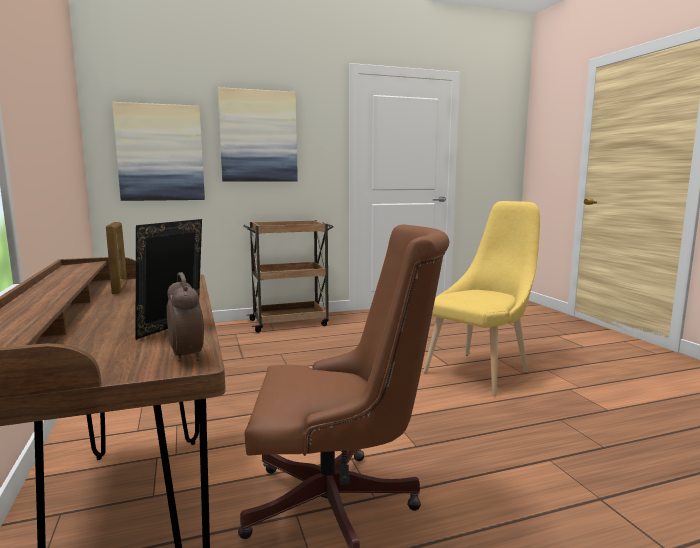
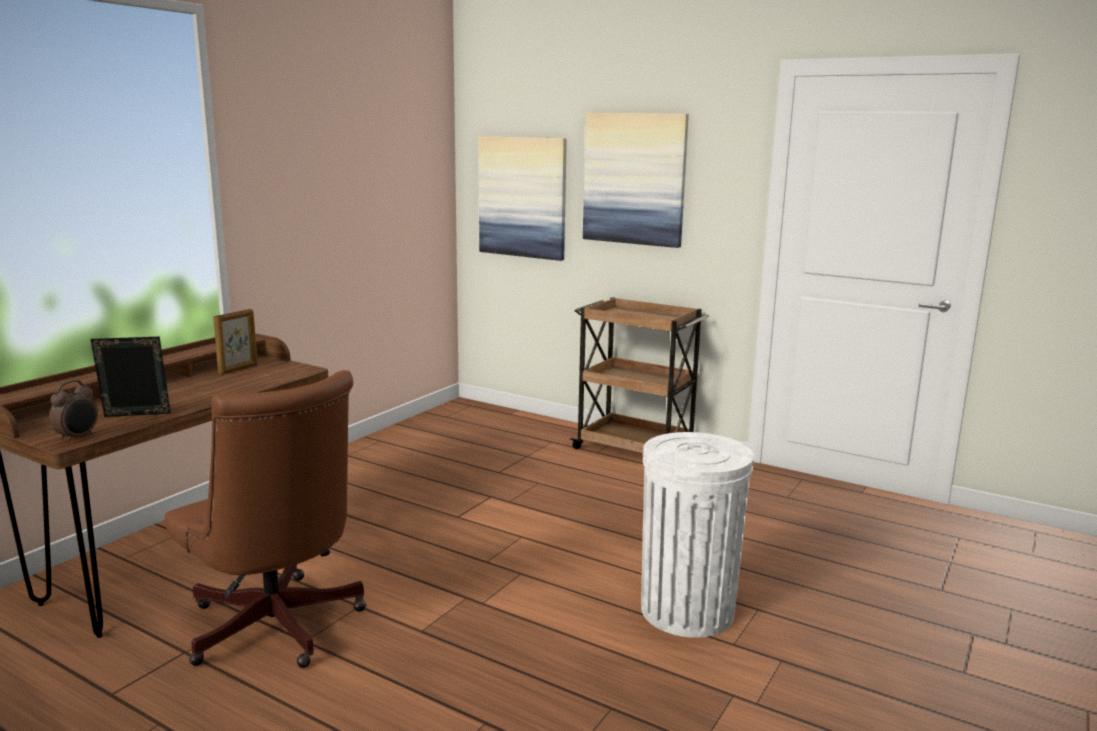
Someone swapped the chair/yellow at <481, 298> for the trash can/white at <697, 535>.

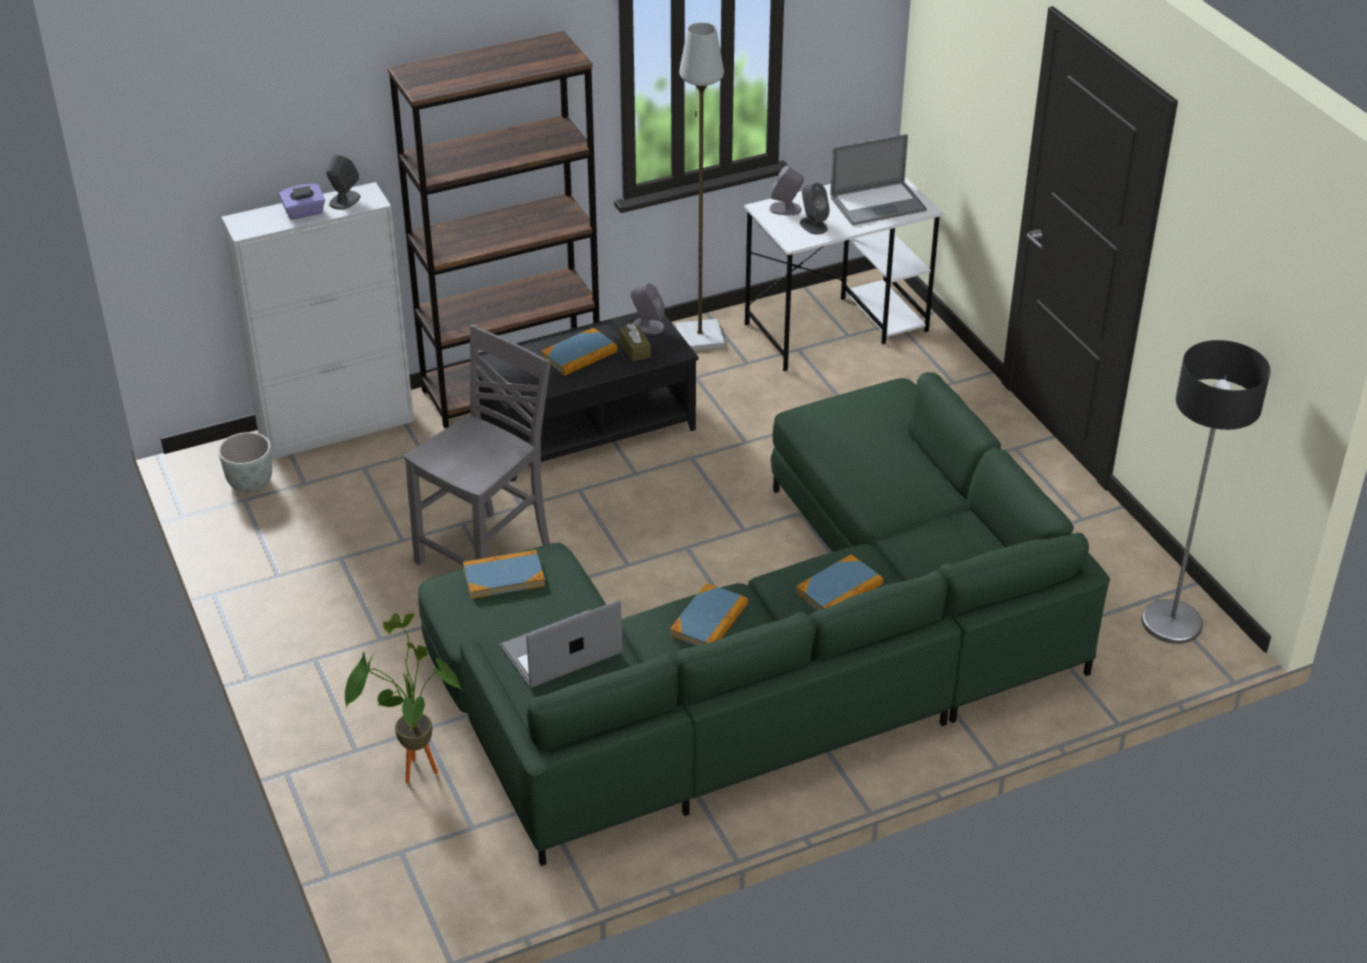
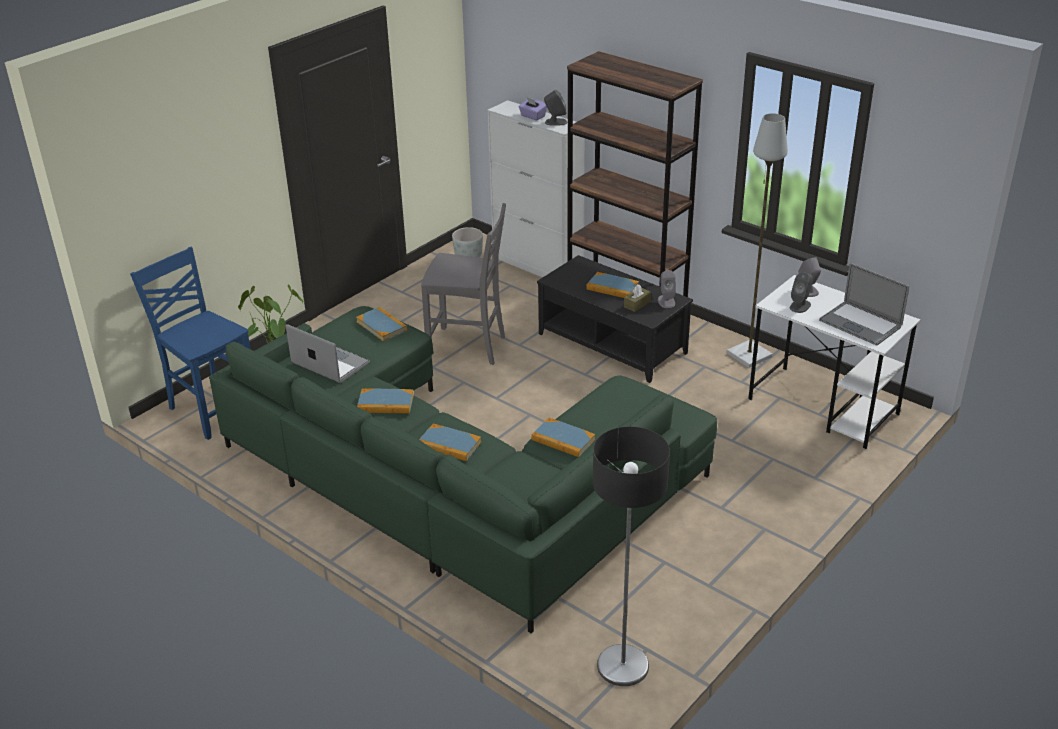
Someone put down the chair/blue at <190, 343>. Someone put down the book at <563, 437>.

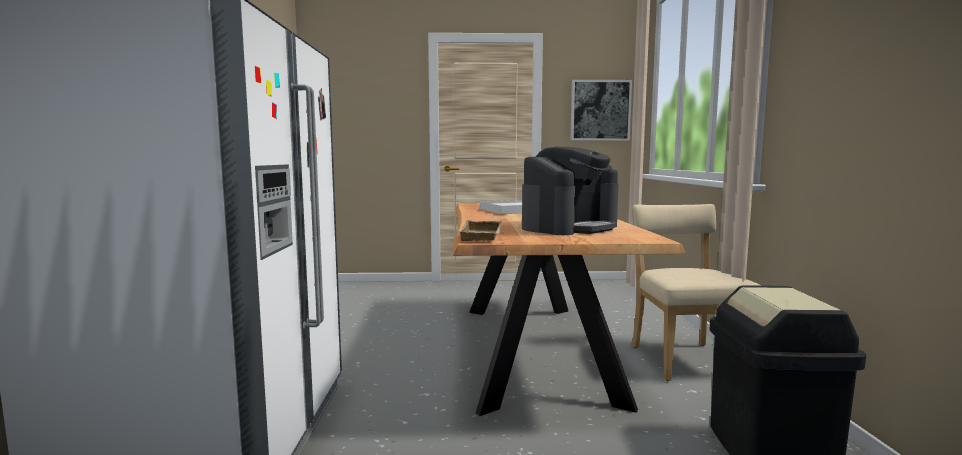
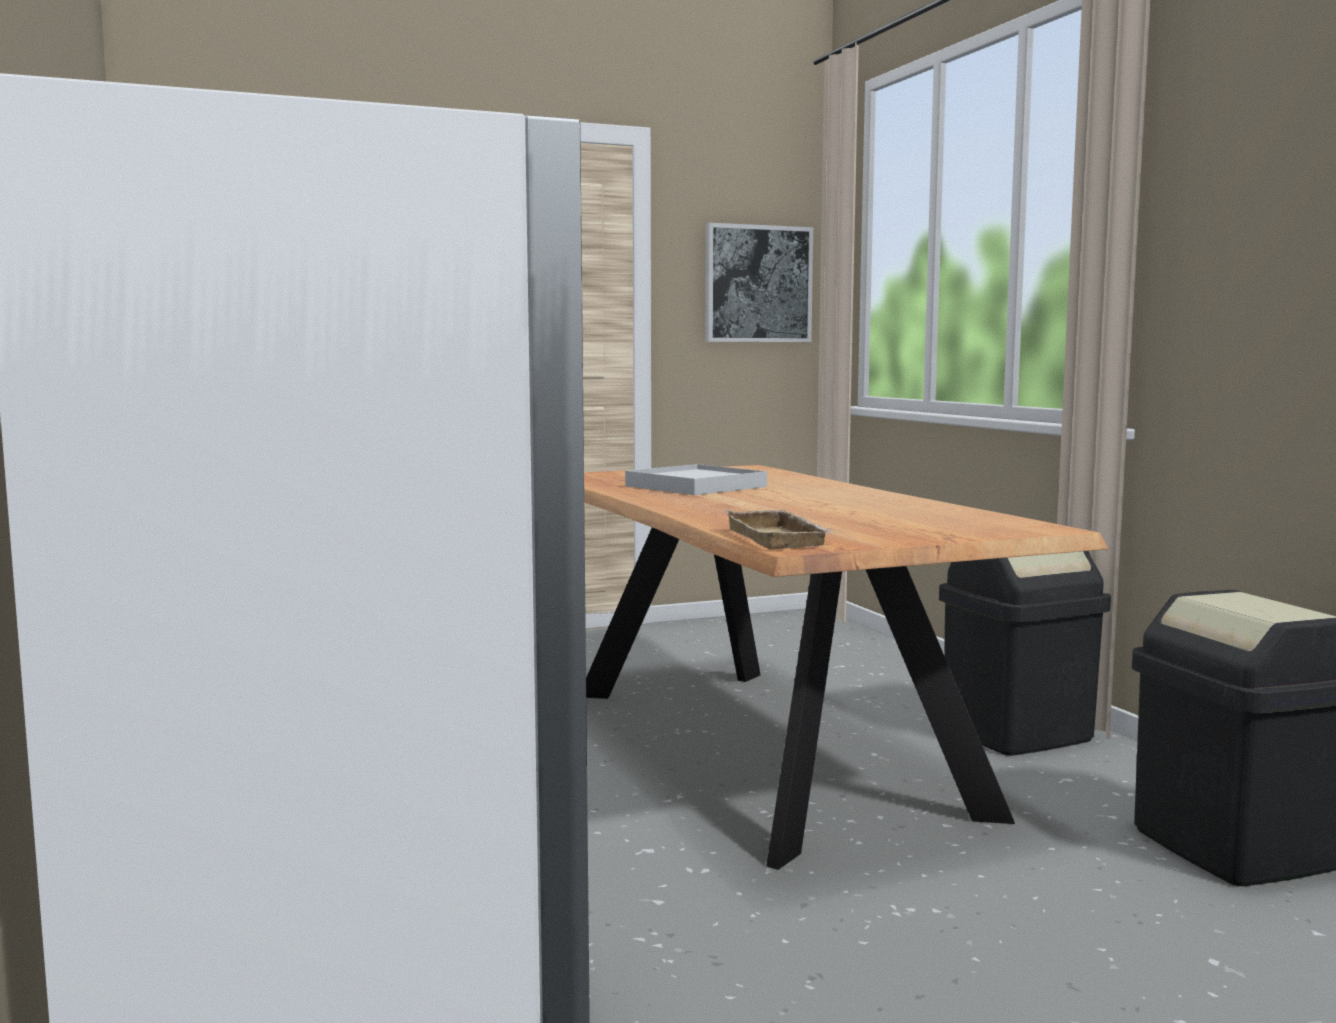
Someone took away the coffee machine at <570, 191>. Someone swapped the chair/beige at <696, 292> for the trash can/black at <1025, 653>.

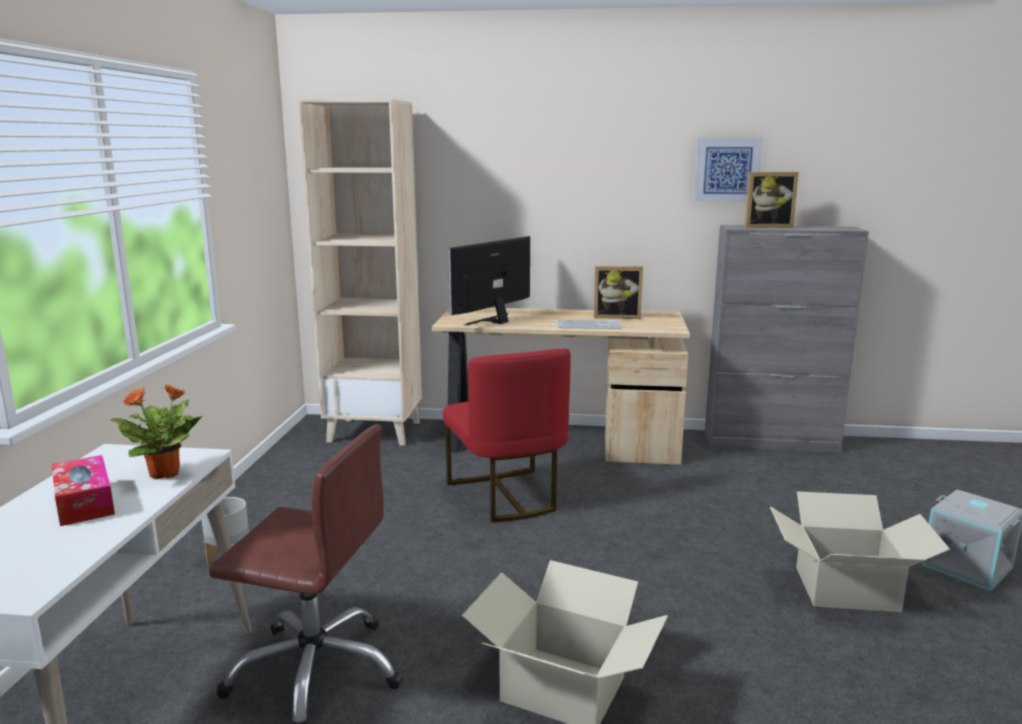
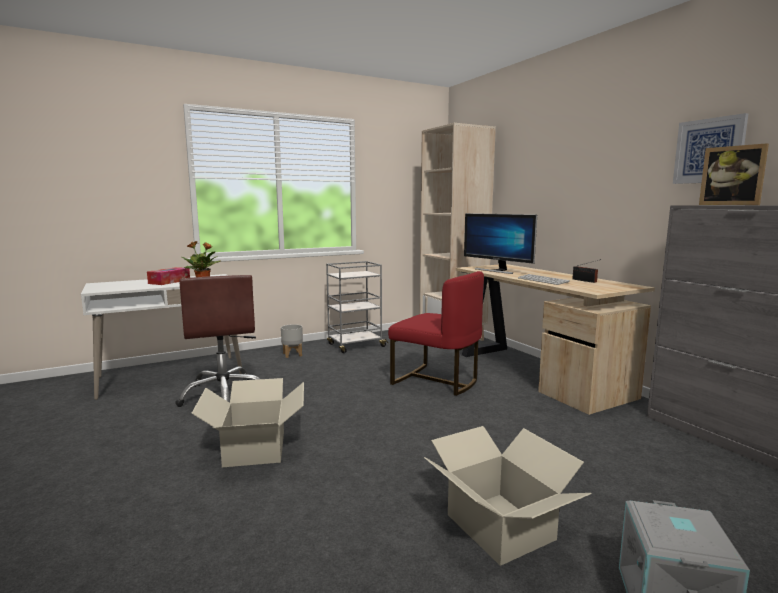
Someone rotated the chair/red at <507, 435> by 90 degrees counterclockwise. Someone rotated the monitor at <489, 280> by 135 degrees counterclockwise. Someone swapped the picture frame at <618, 292> for the radio at <586, 271>. Someone put down the cart/grey at <357, 307>.

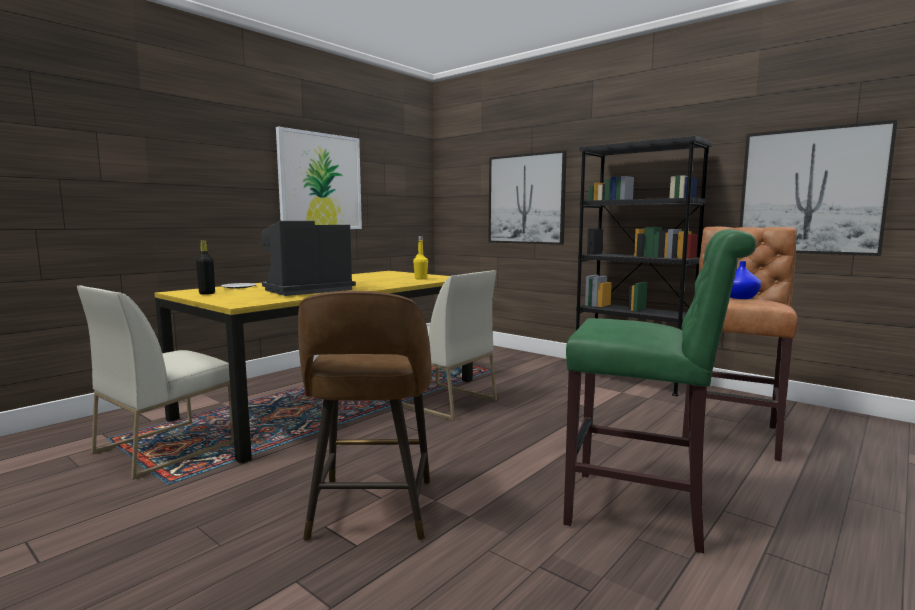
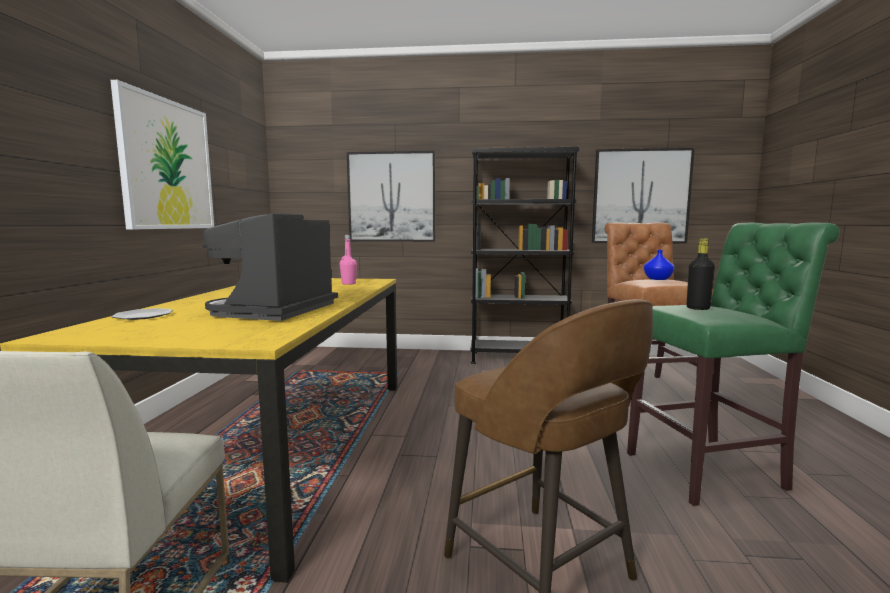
Someone carried the bottle/black from <205, 267> to <701, 274>. Someone took away the chair/white at <449, 345>. Someone repainted the bottle/yellow at <420, 257>, which became the bottle/pink at <348, 260>.

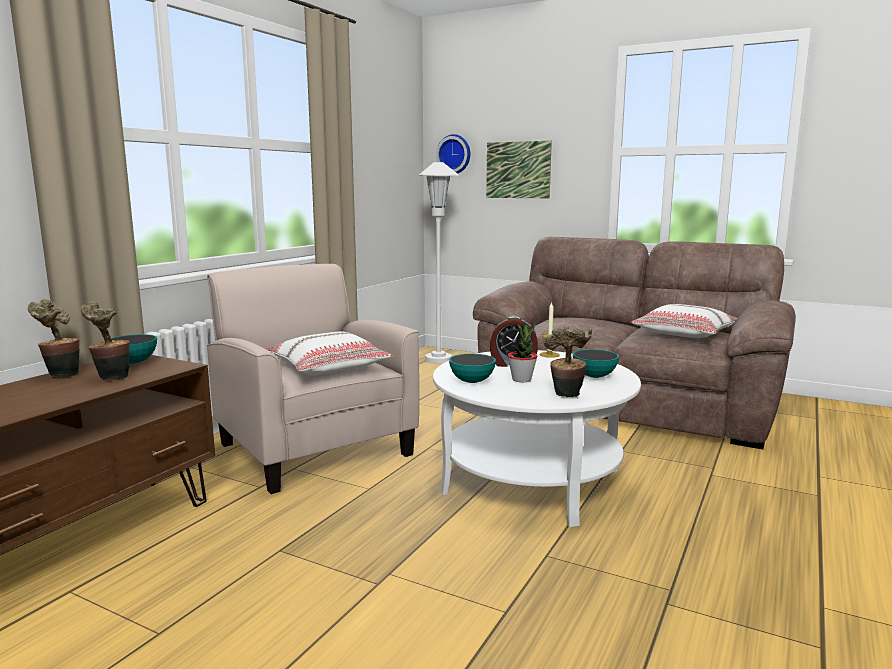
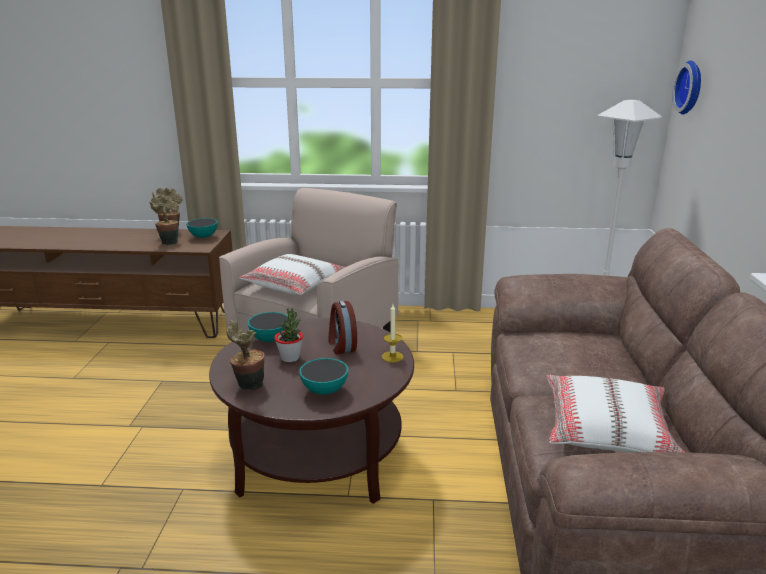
Someone repainted the coffee table/white at <537, 438>, which became the coffee table/brown at <311, 411>. Someone took away the picture at <519, 169>.

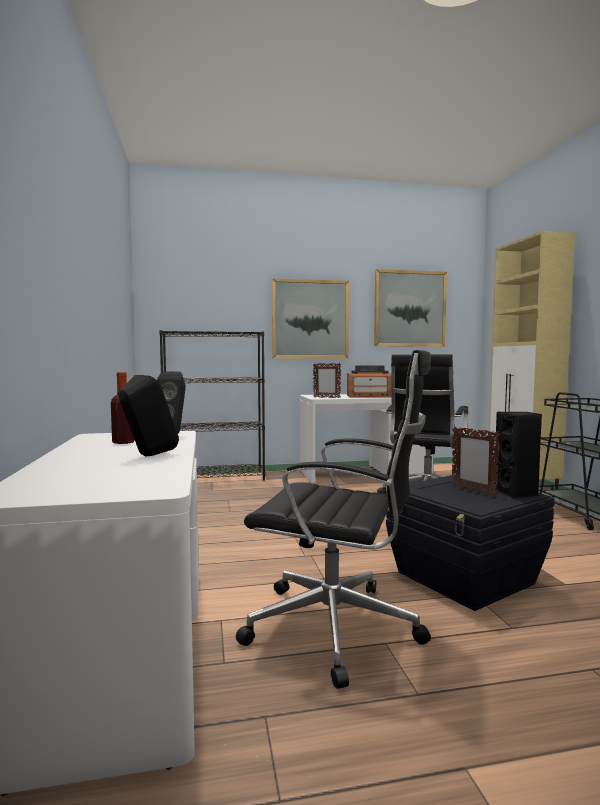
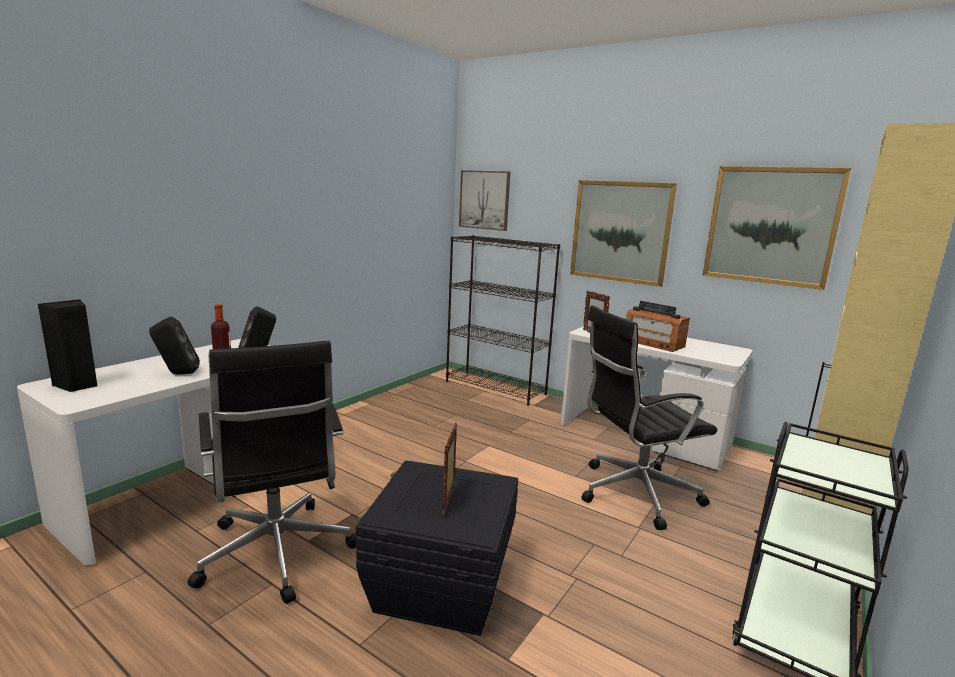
Someone carried the speaker/black from <518, 455> to <67, 345>. Someone put up the picture at <484, 200>.

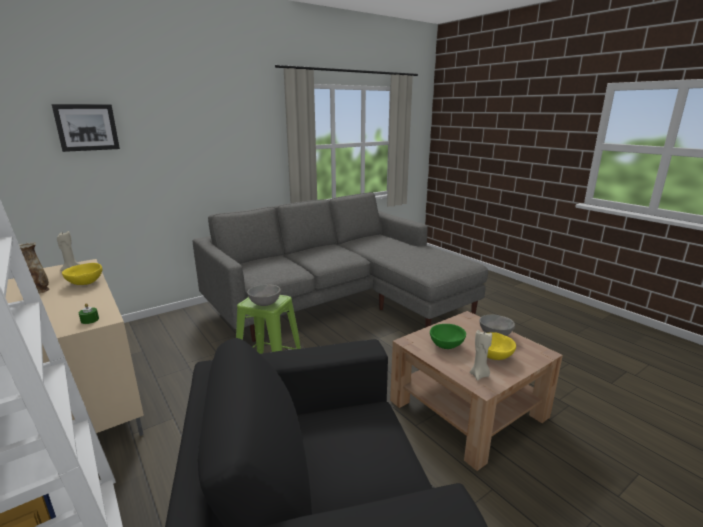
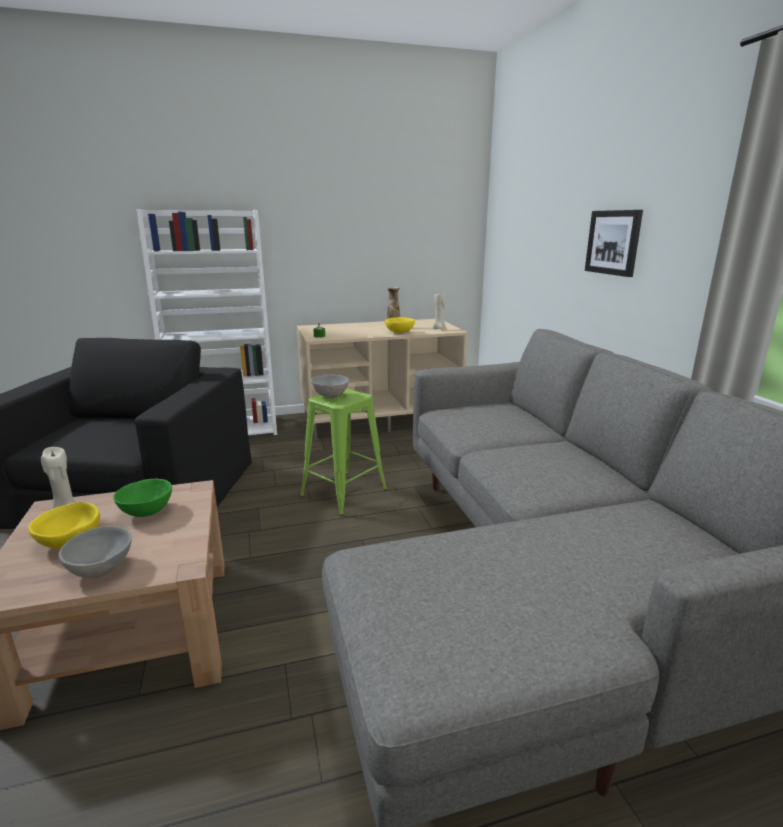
Someone carried the picture from <86, 128> to <614, 243>.

